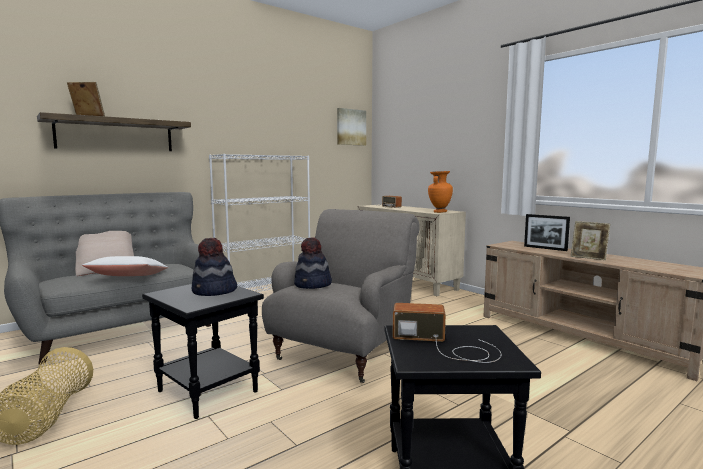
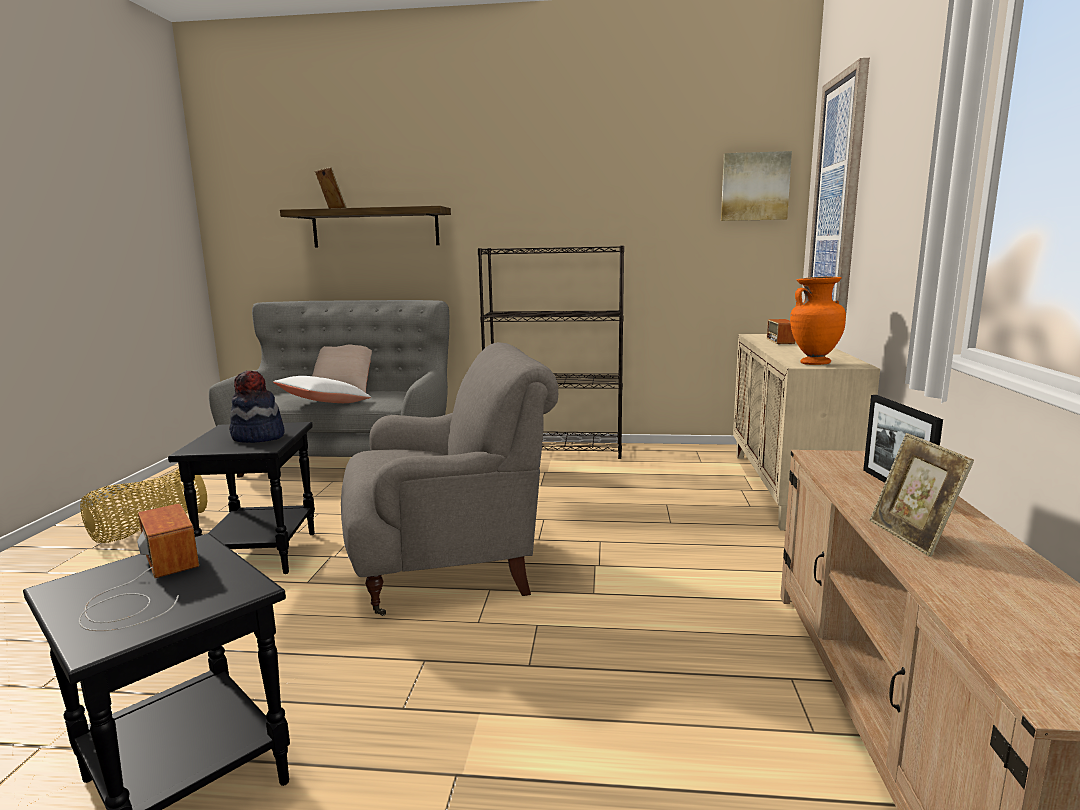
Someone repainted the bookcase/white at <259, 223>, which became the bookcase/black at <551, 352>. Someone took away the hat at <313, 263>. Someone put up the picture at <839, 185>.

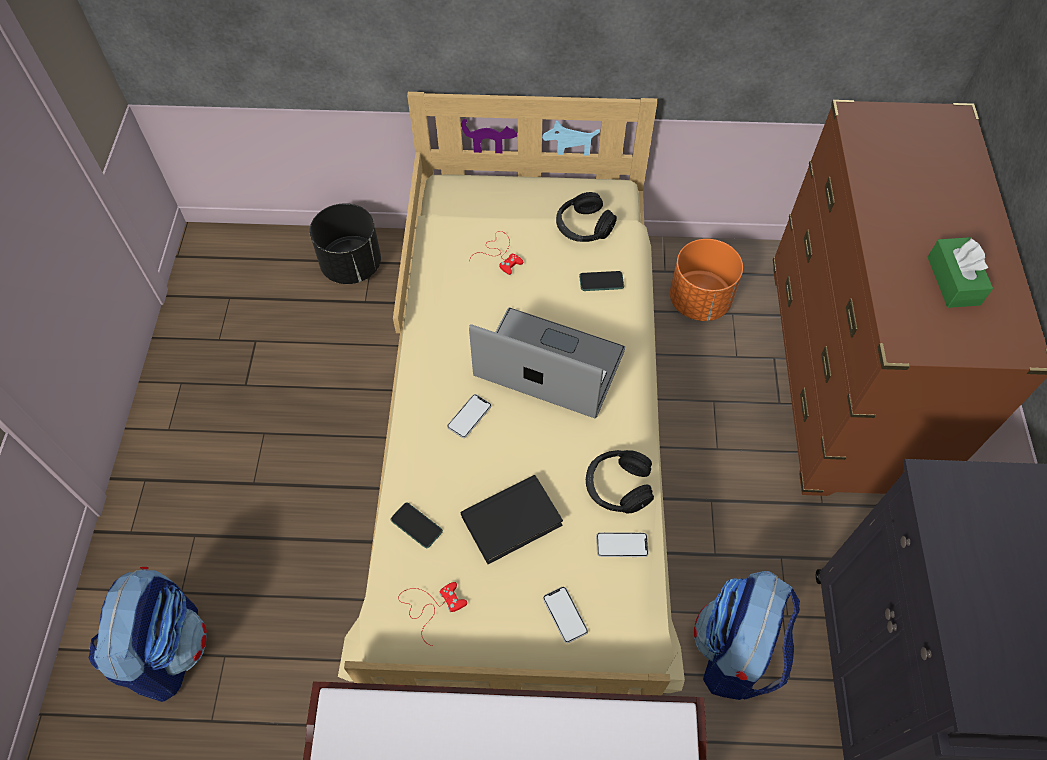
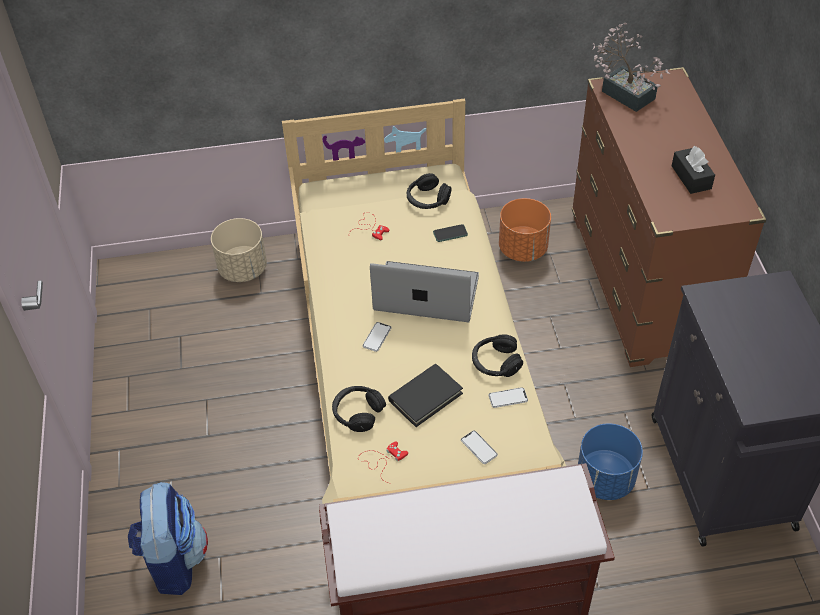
Someone repainted the planter/black at <345, 243>, which became the planter/beige at <239, 250>. Someone swapped the phone at <417, 525> for the headphones/black at <359, 409>. Someone swapped the backpack at <747, 635> for the planter/blue at <610, 461>. Someone repainted the tissue box/green at <960, 272>, which became the tissue box/black at <693, 170>. Someone put down the potted plant at <631, 67>.

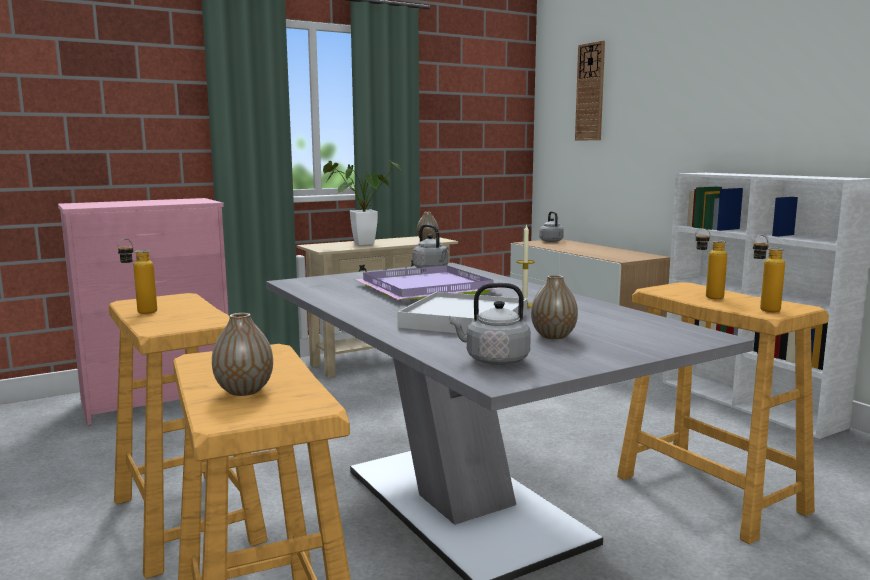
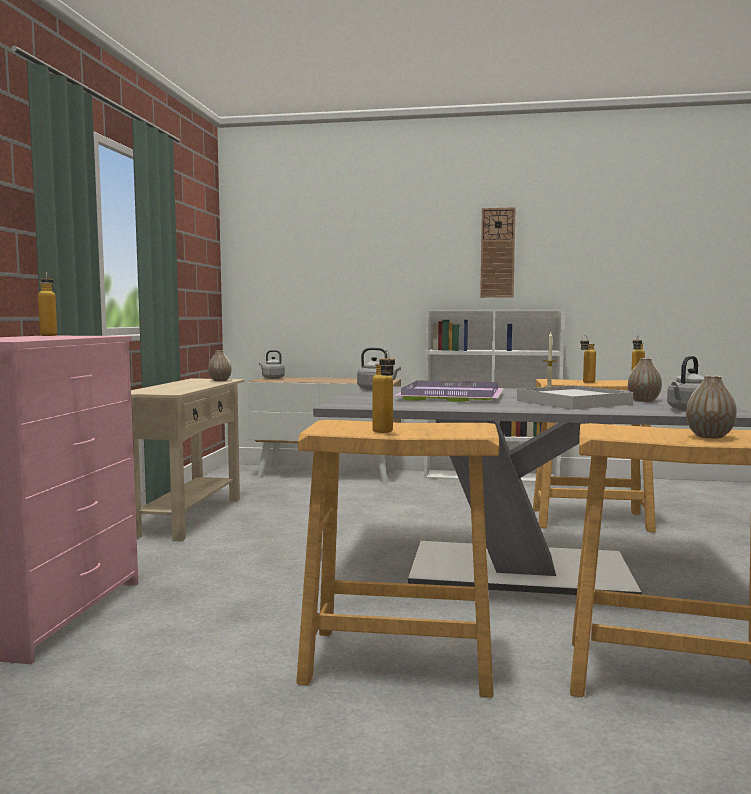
Someone took away the potted plant at <362, 202>. Someone carried the wall clock from <590, 91> to <498, 252>. Someone put down the bottle at <47, 304>.

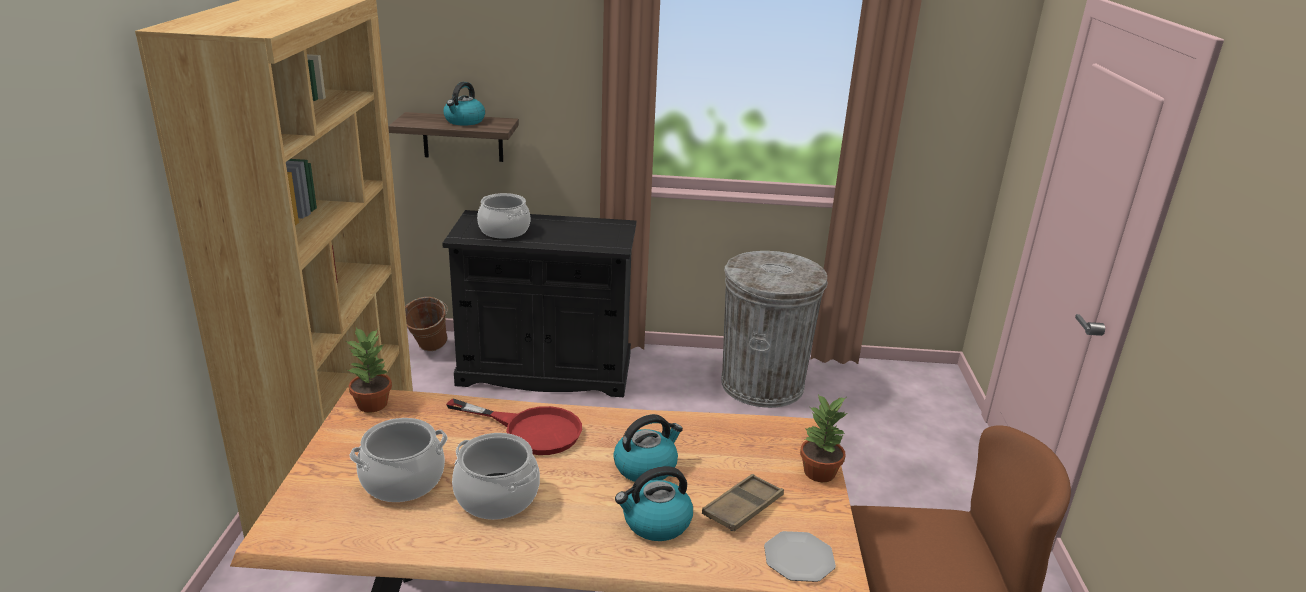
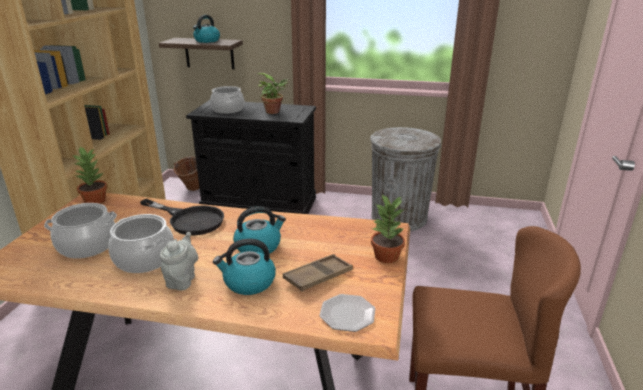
Someone repainted the frying pan/red at <514, 427>, which became the frying pan/black at <182, 217>. Someone put down the teapot/grey at <179, 261>. Someone put down the potted plant at <273, 93>.

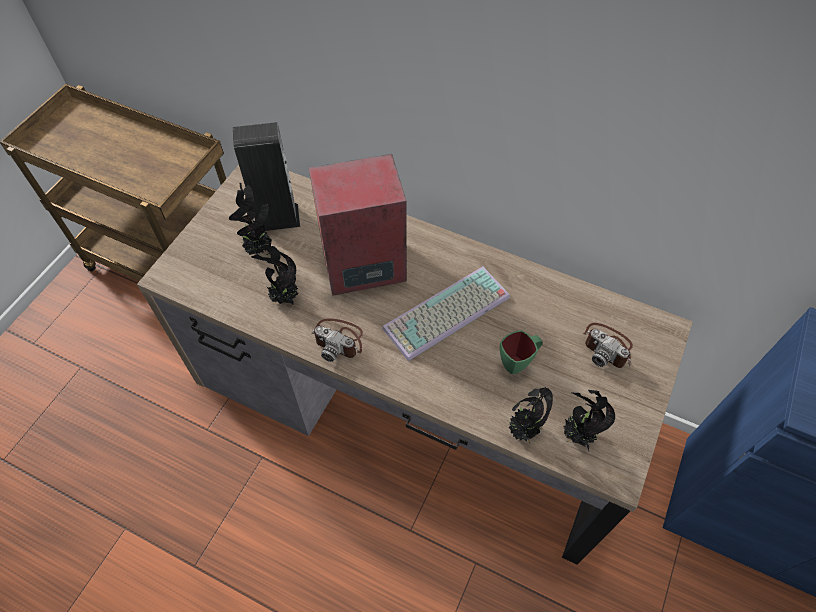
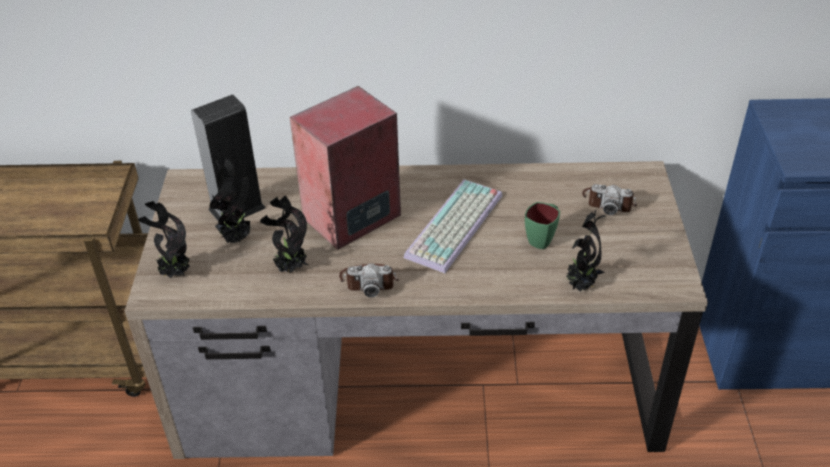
Someone carried the potted plant from <589, 420> to <164, 239>.

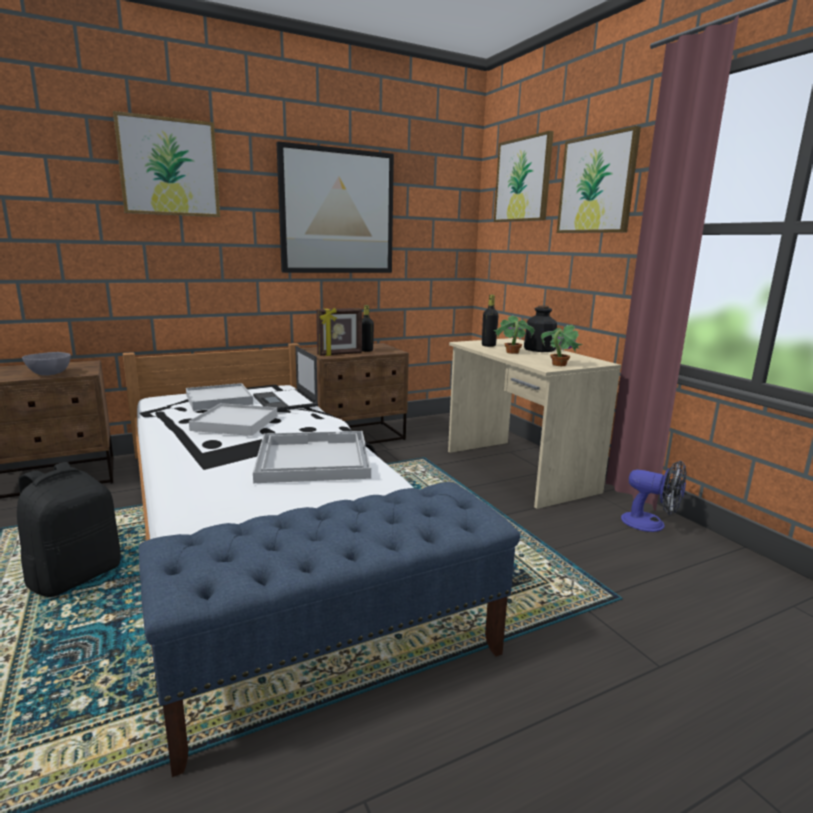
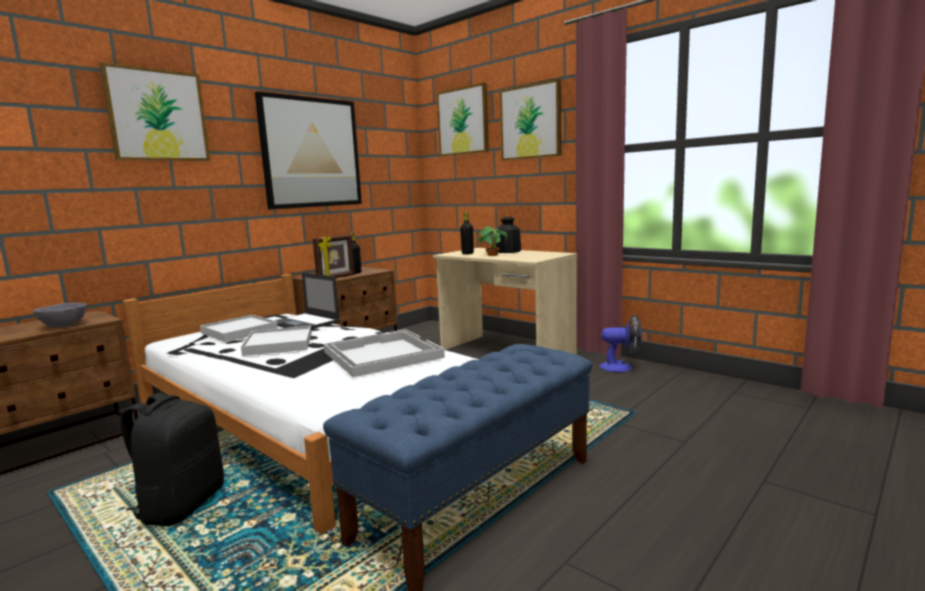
Someone took away the potted plant at <562, 345>.

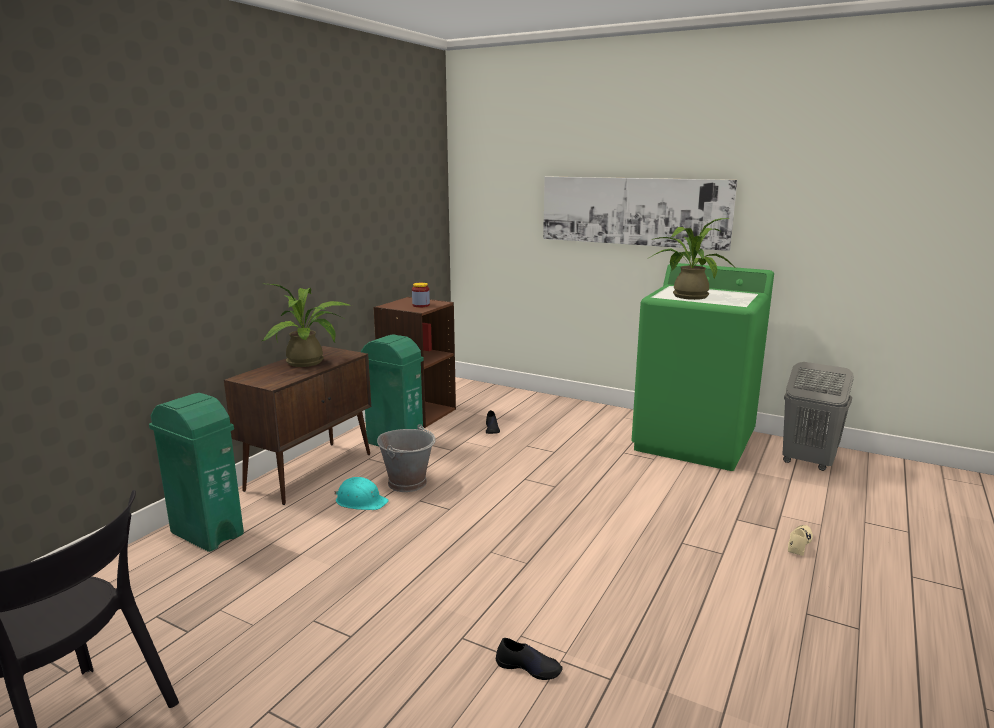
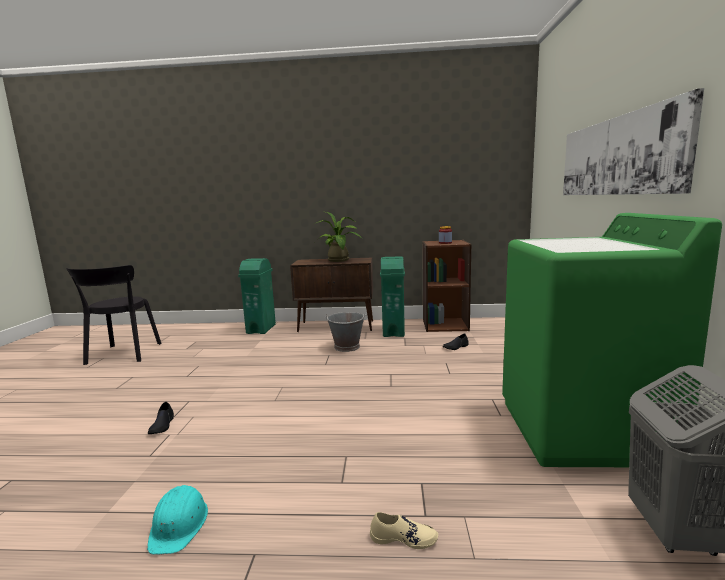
Someone carried the hard hat/turquoise from <361, 493> to <177, 520>. Someone took away the potted plant at <693, 259>.

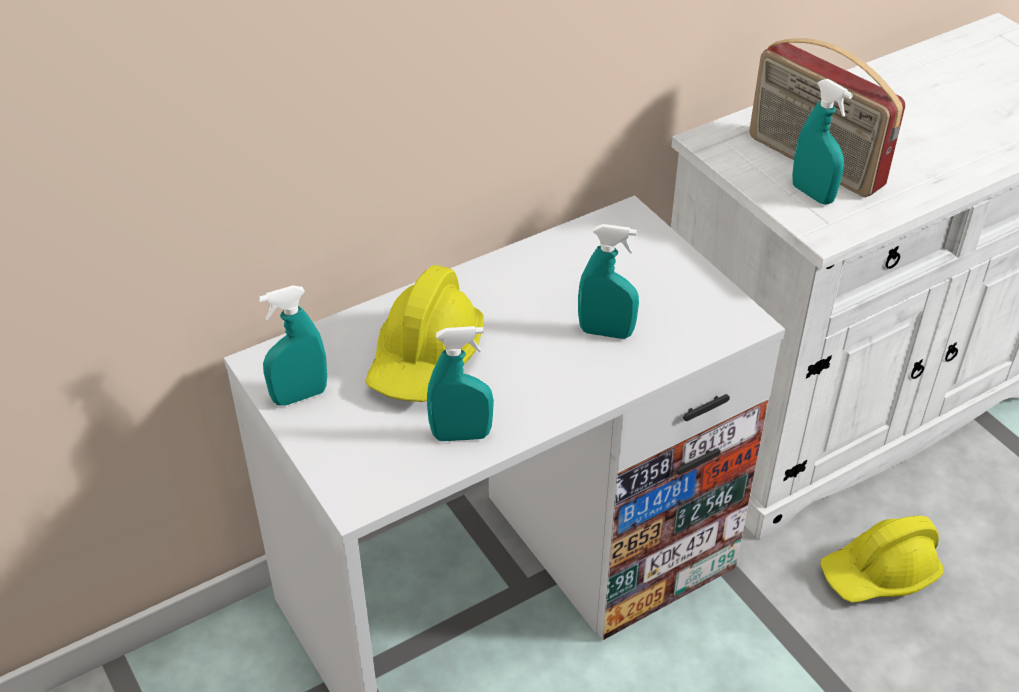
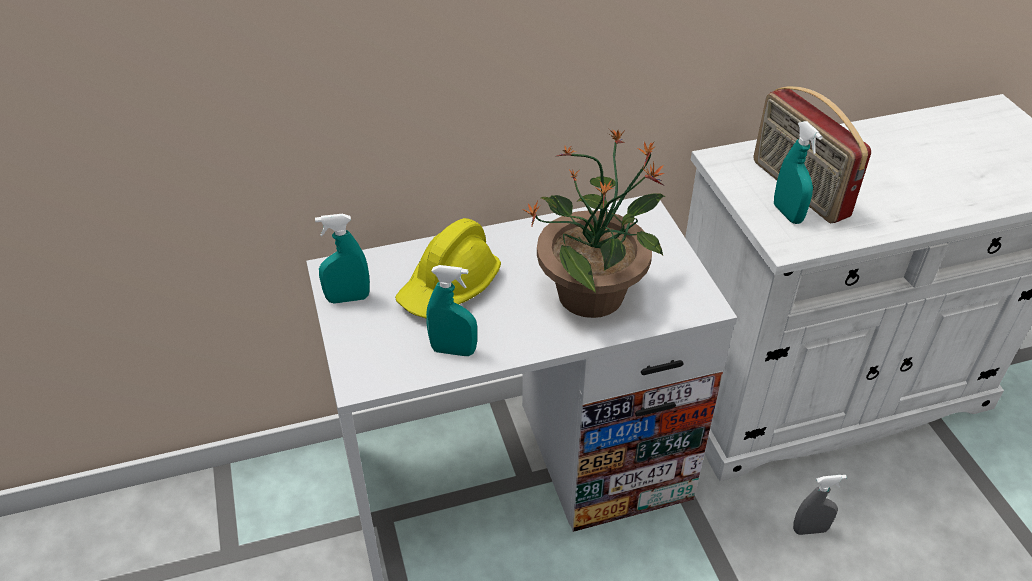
Someone swapped the spray bottle/turquoise at <608, 281> for the potted plant at <594, 223>. Someone swapped the hard hat/yellow at <882, 559> for the spray bottle/grey at <820, 505>.

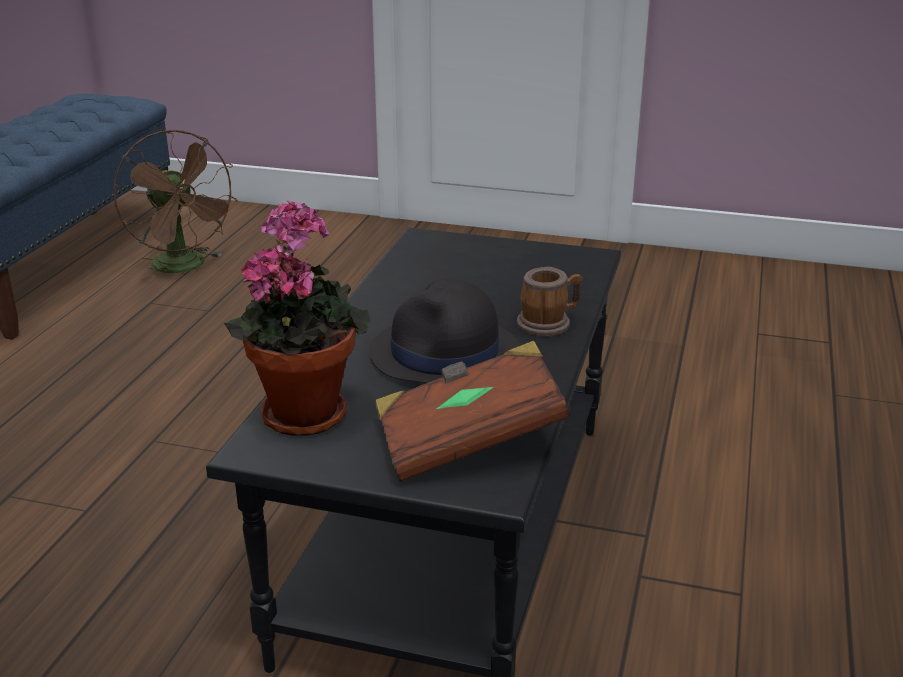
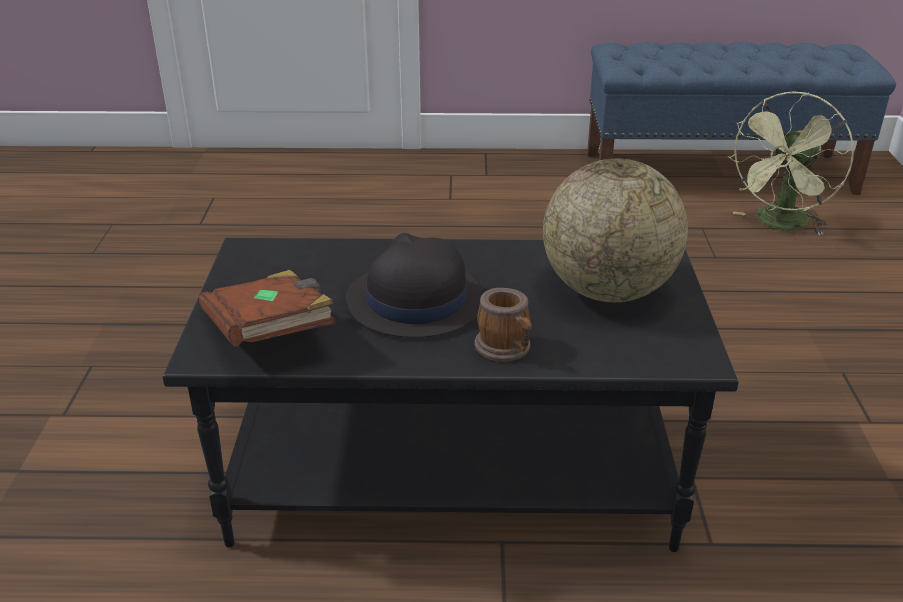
Someone repainted the fan/brown at <175, 205>, which became the fan/green at <790, 163>. Someone took away the potted plant at <297, 318>. Someone put down the globe at <615, 230>.

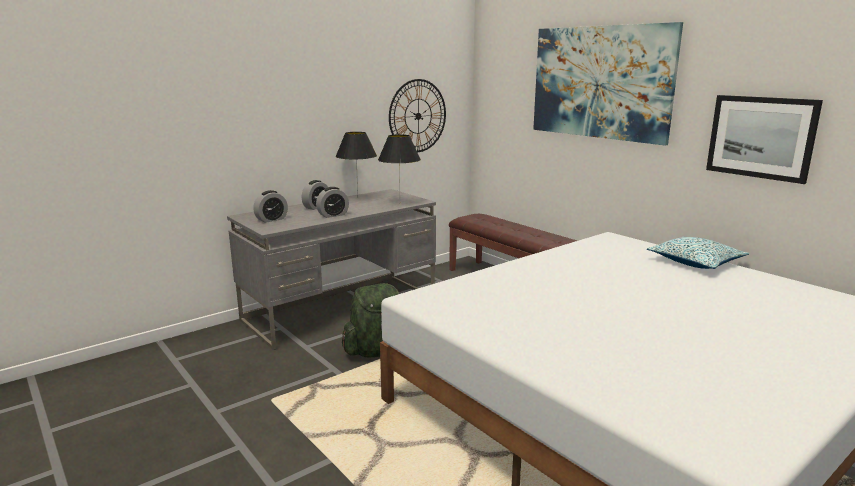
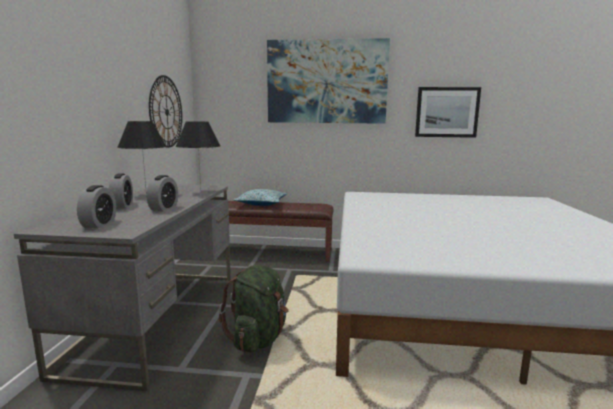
Someone carried the pillow from <698, 253> to <260, 197>.

